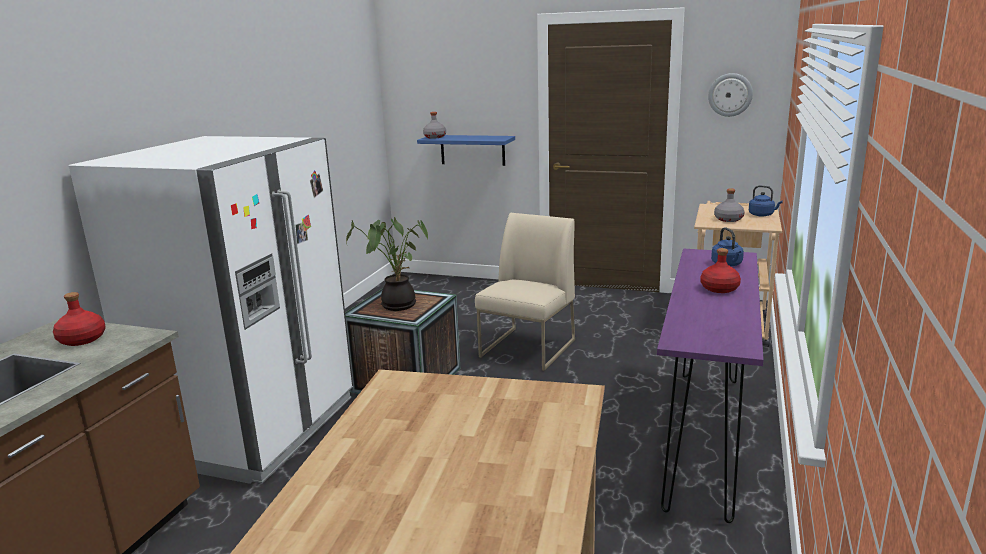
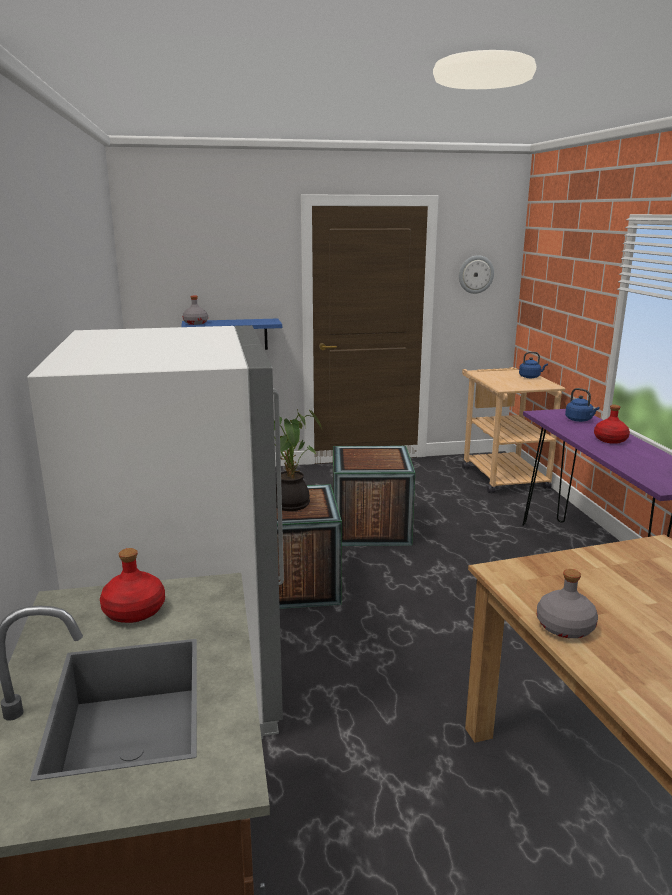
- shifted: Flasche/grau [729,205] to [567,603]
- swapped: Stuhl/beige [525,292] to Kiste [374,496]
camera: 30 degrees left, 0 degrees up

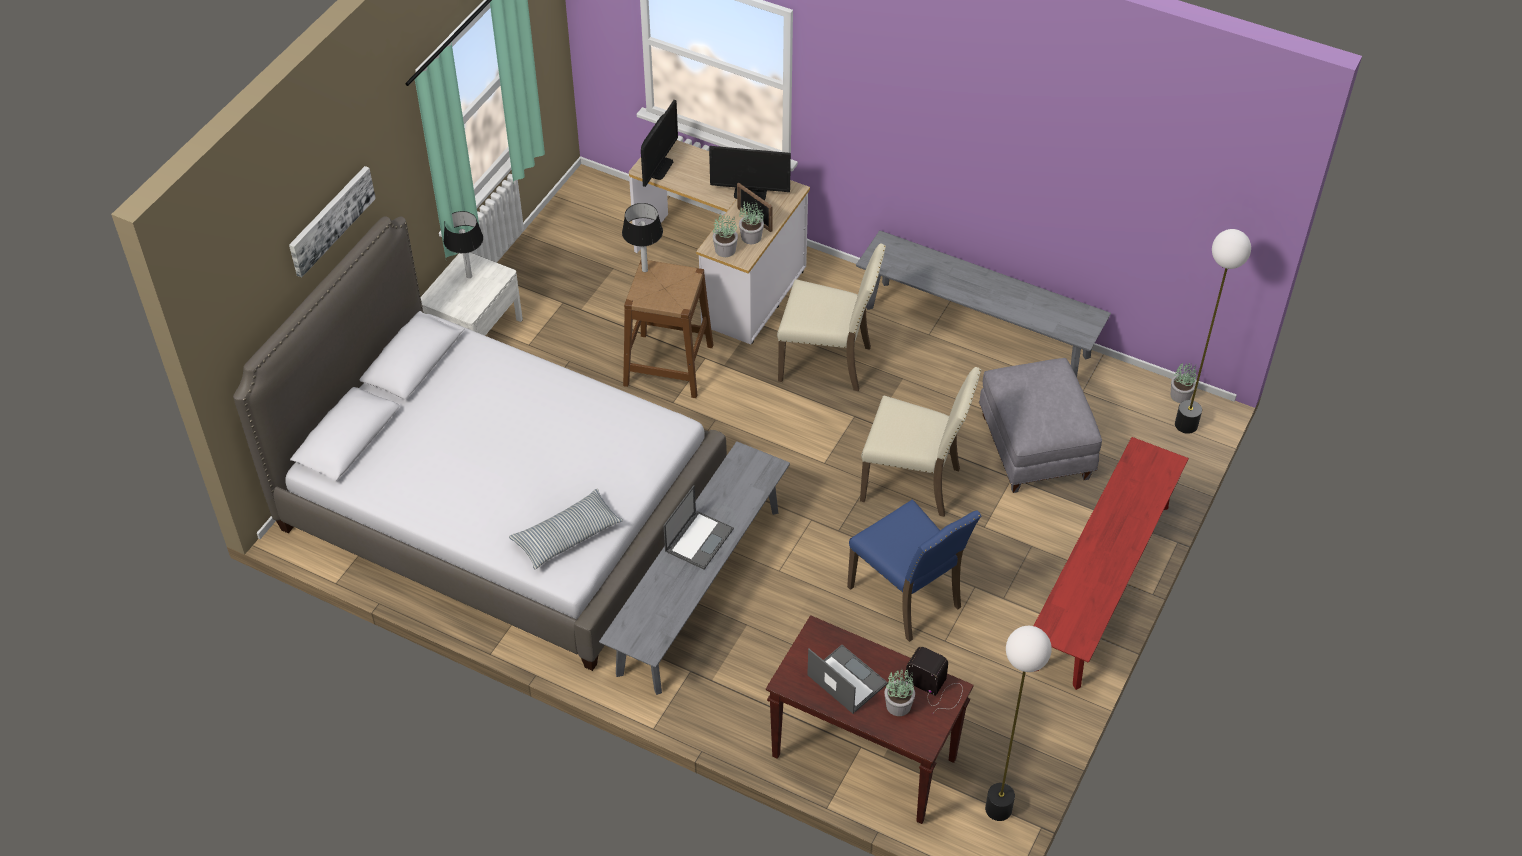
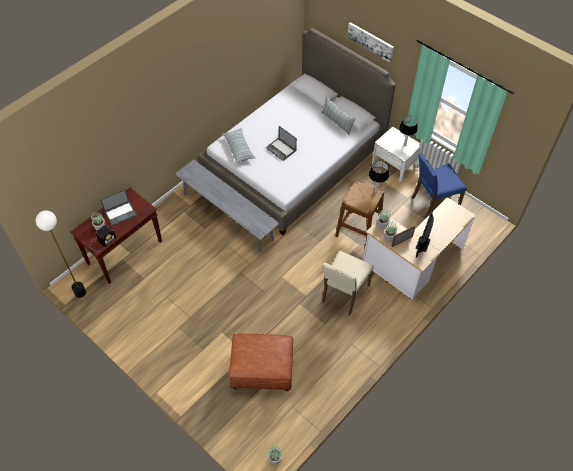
- gone: Monitor [659,143]
- gone: Bank/grau [983,303]
- gone: Stuhl/beige [920,442]
- gone: Bank/rot [1111,563]
- gone: Stehlampe [1213,331]
- new: Kissen [338,115]
- shifted: Laptop [698,527] to [281,143]
- shifted: Stuhl/blau [914,570] to [439,186]
- repainted: Polsterhocker/grau [1040,425] to Polsterhocker/braun [261,362]
camera: 105 degrees right, 5 degrees up

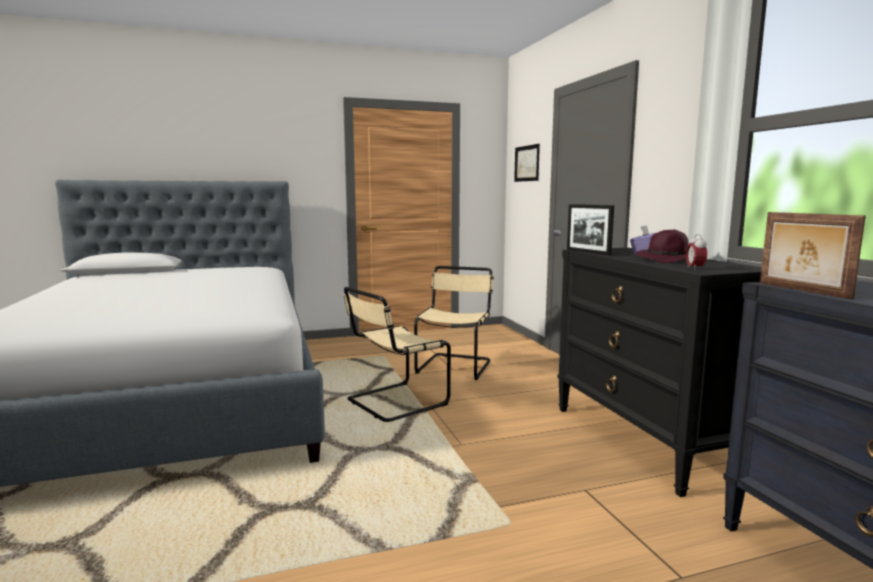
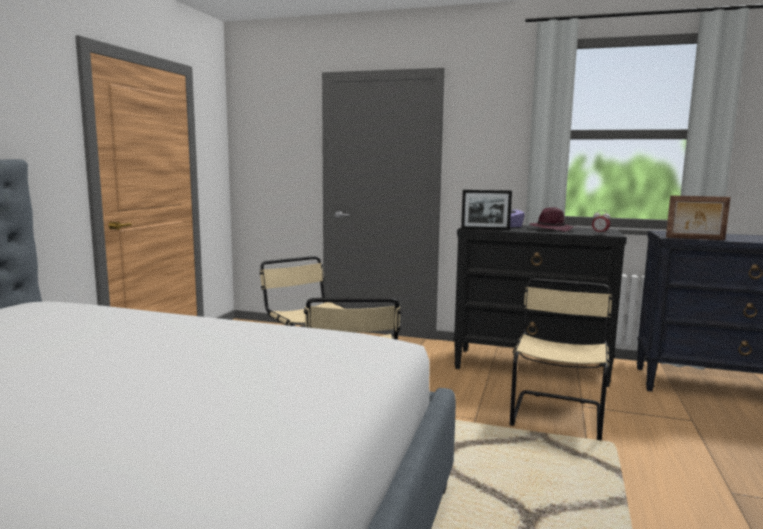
- gone: Bild [527,163]
- new: Stuhl/beige [561,359]
camera: 55 degrees left, 0 degrees up

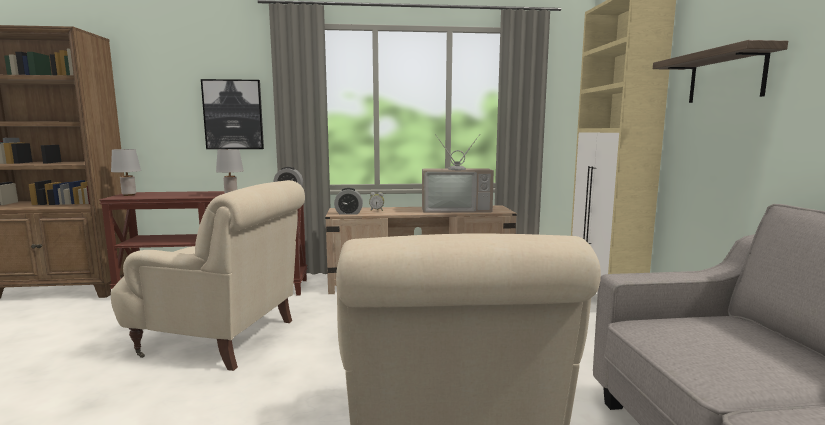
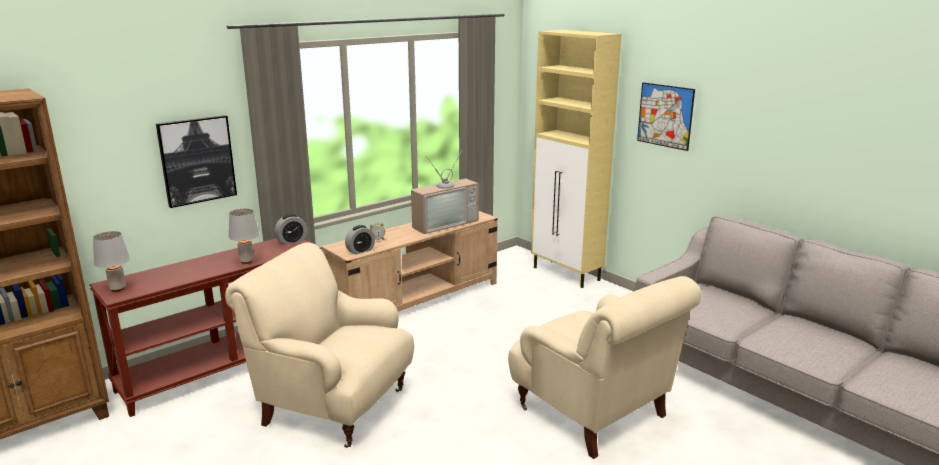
- swapped: Wandregal [720,71] to Bild [666,116]
- rotated: Sessel/beige [208,275] = [319,345] 135 degrees counterclockwise
camera: 35 degrees left, 10 degrees up

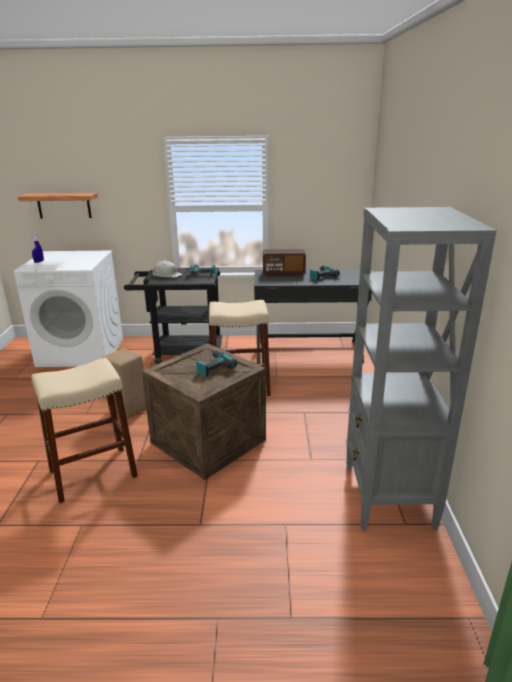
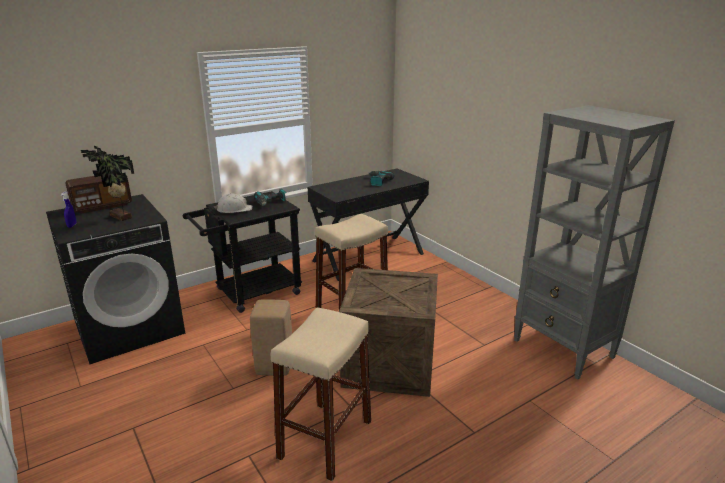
- gone: Wandregal [58,206]
- gone: Bohrmaschine [216,363]
- new: Topfpflanze [107,183]
- shifted: Radio [284,262] to [98,195]
- repainted: Waschmaschine/weiß [68,309] to Waschmaschine/schwarz [115,279]
camera: 35 degrees left, 0 degrees up

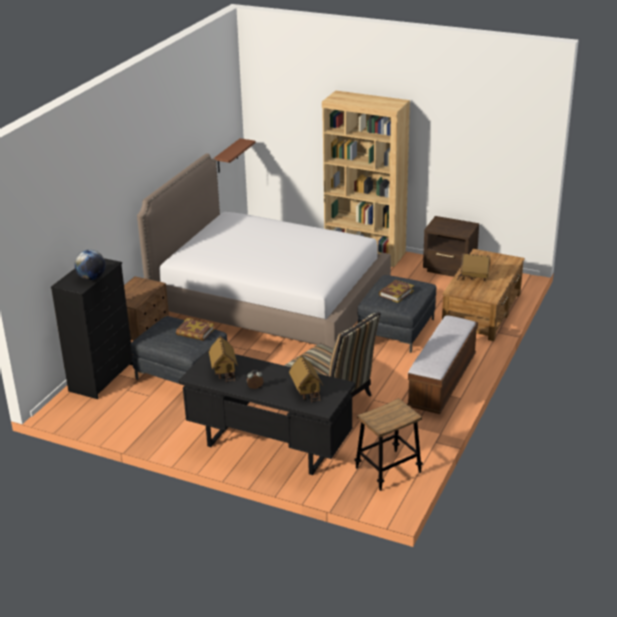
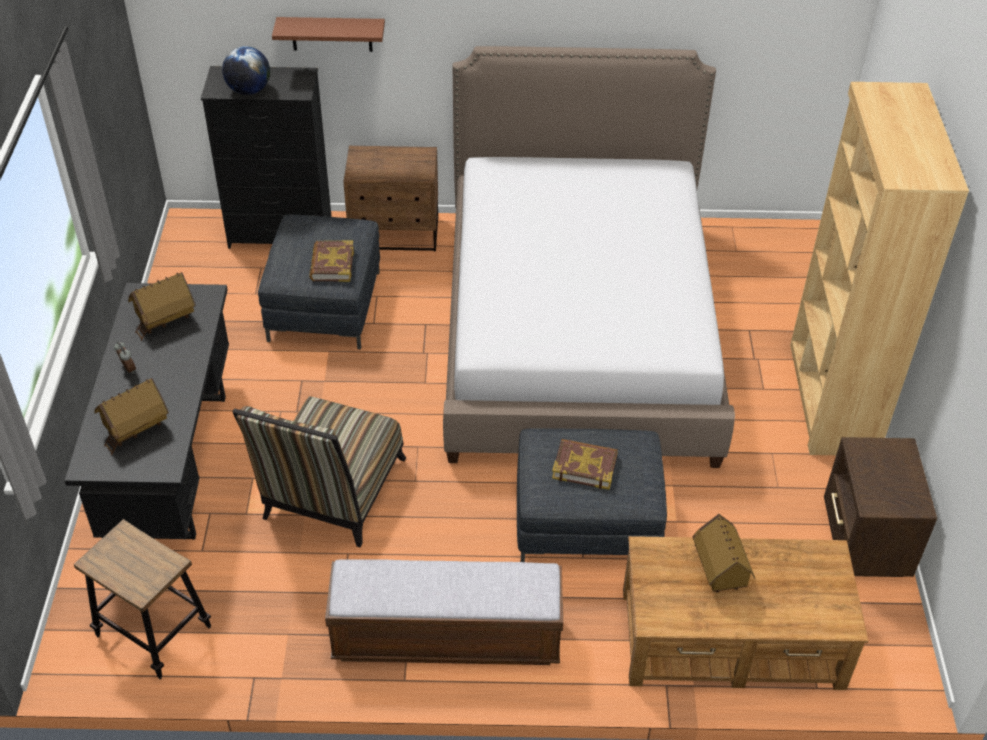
- shifted: Wandregal/braun [235,155] to [328,34]
camera: 65 degrees right, 15 degrees up

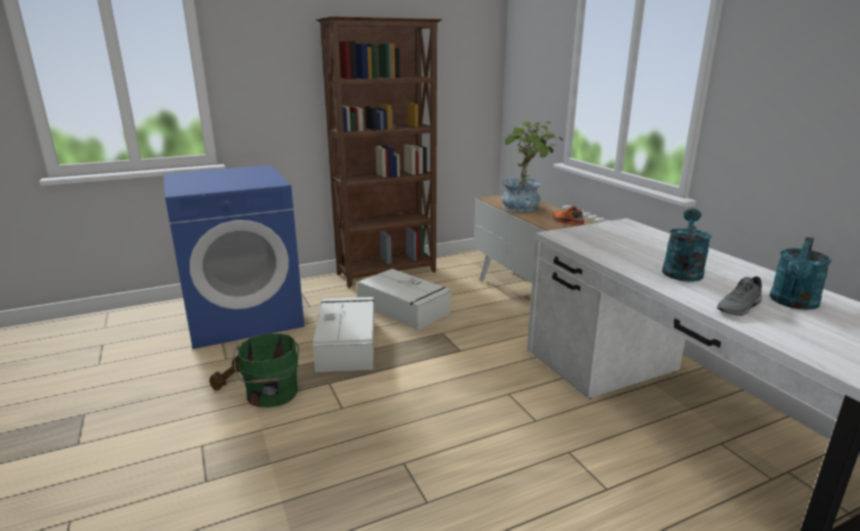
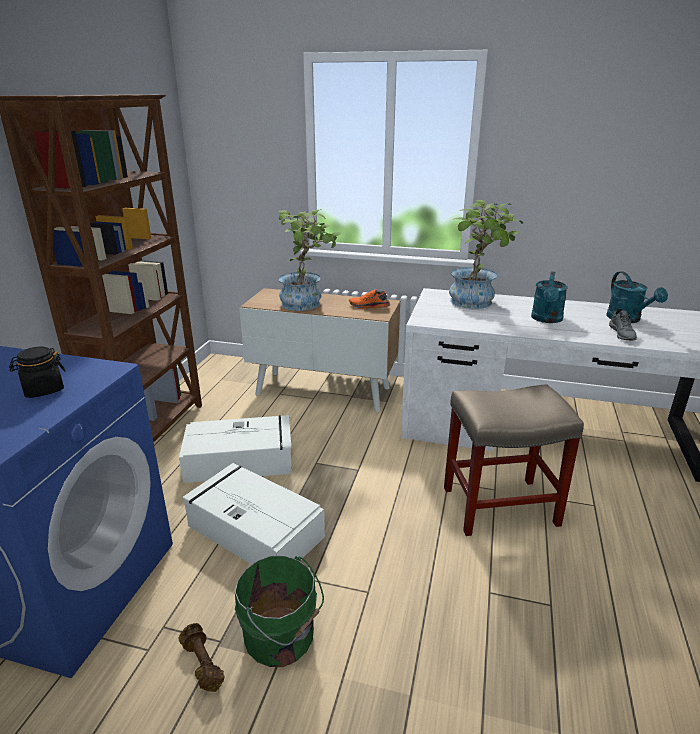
- new: Vorratsglas/schwarz [37,372]
- new: Hocker/beige [514,460]
- new: Topfpflanze [486,254]
- rotated: Gießkanne/türkis [686,245] = [549,297] 135 degrees counterclockwise
camera: 50 degrees left, 5 degrees up

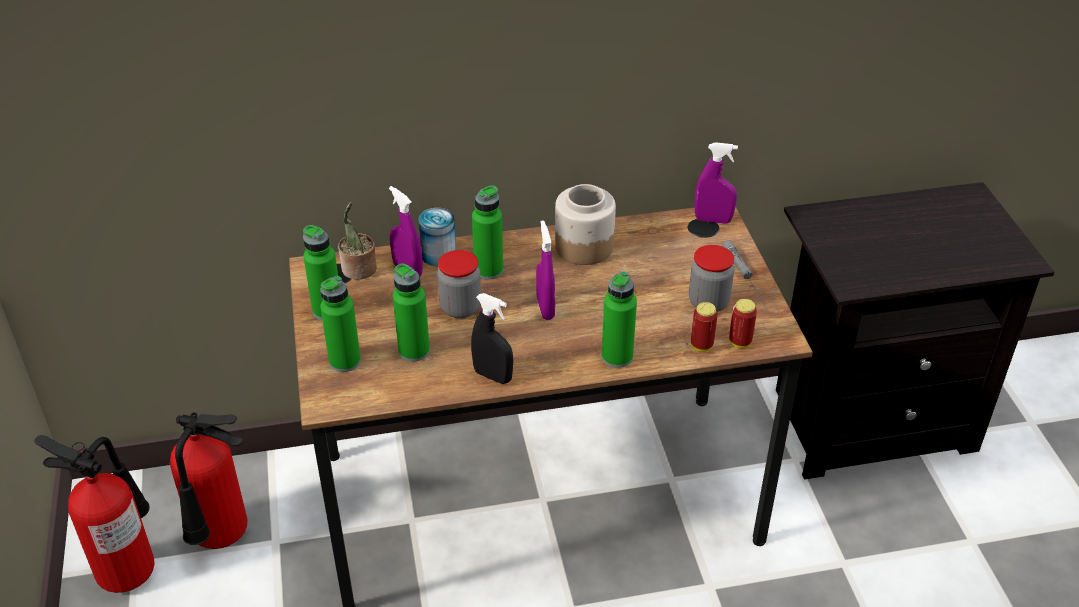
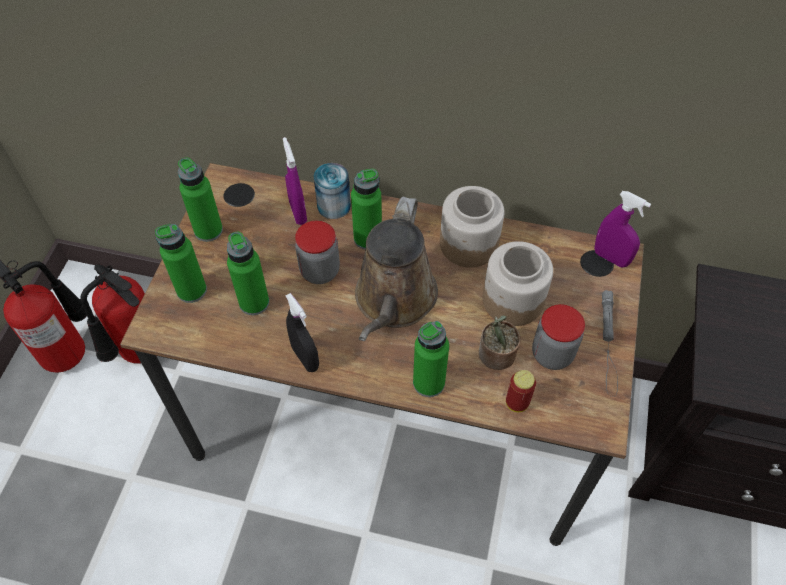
- gone: Dose [743,323]
- new: Vorratsglas [518,283]
- shifted: Topfpflanze [357,241] to [500,342]
- swapped: Sprühflasche/lila [545,270] to Gießkanne/braun [396,269]
camera: 25 degrees right, 15 degrees up

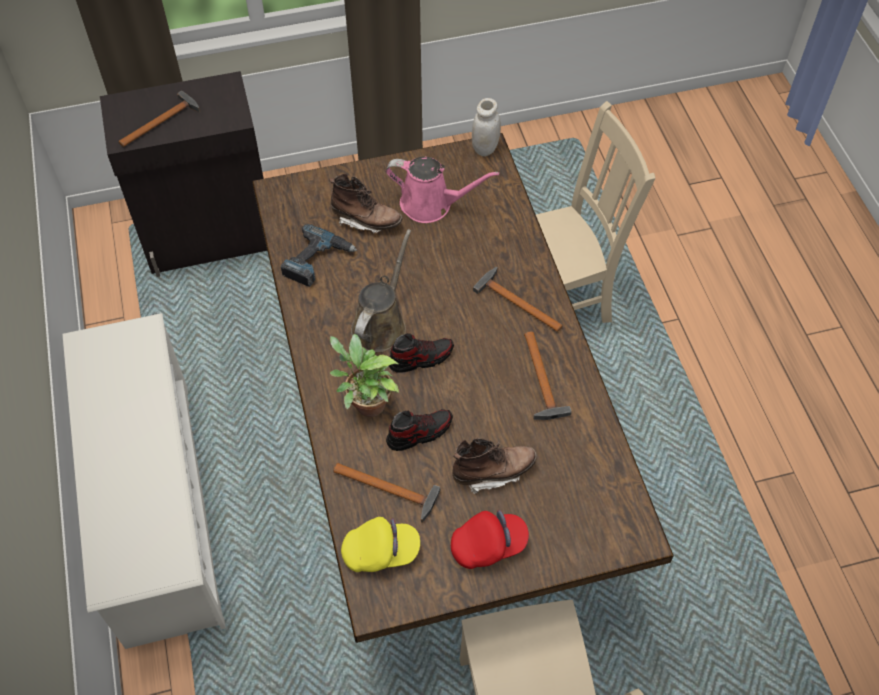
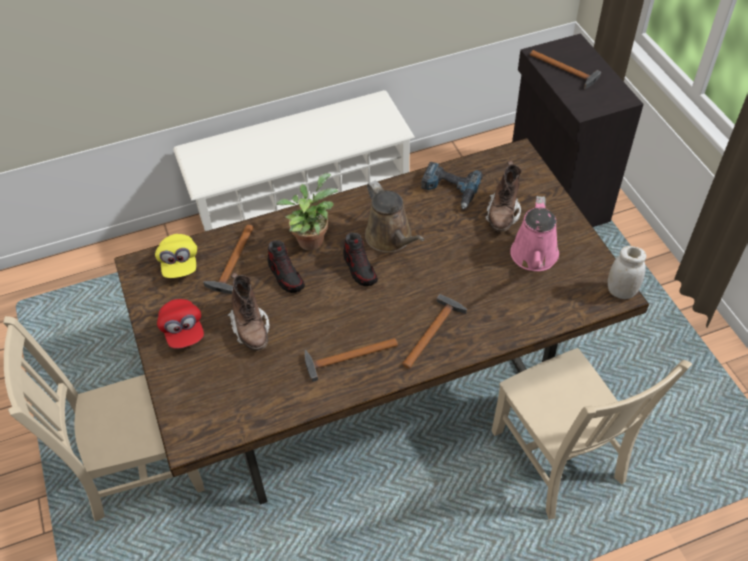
- rotated: Gießkanne/braun [381,291] = [395,217] 45 degrees clockwise
camera: 85 degrees right, 5 degrees down

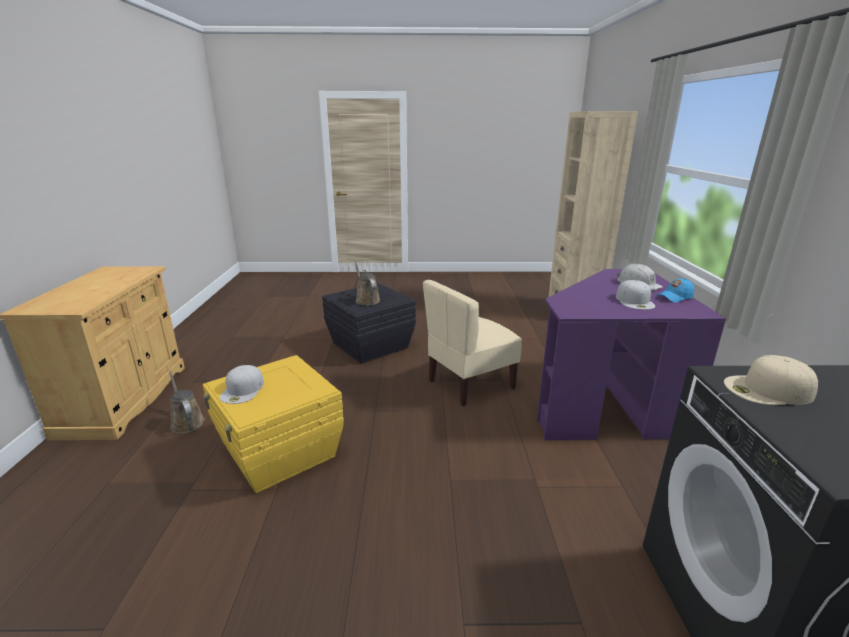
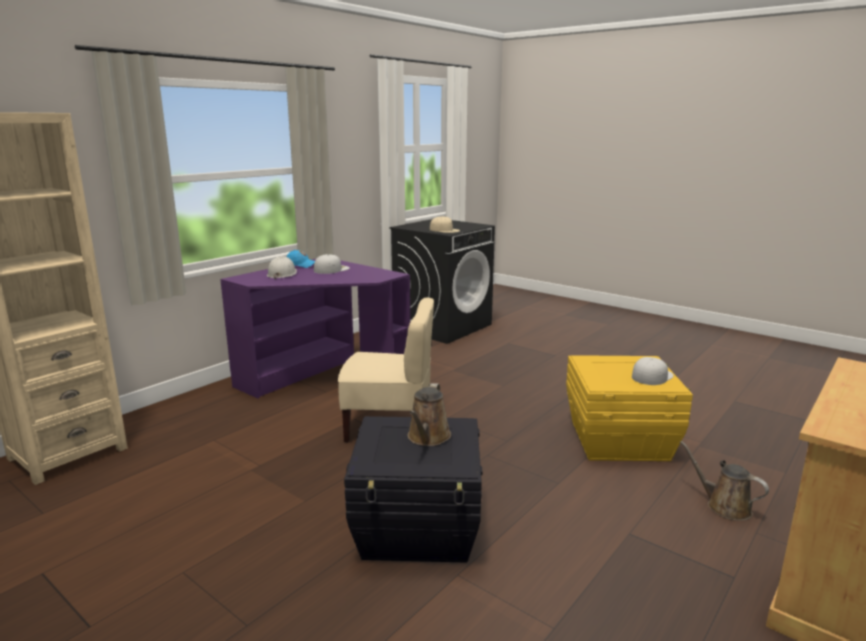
- rotated: Gießkanne/braun [187,402] = [724,481] 135 degrees clockwise
camera: 140 degrees left, 5 degrees down

